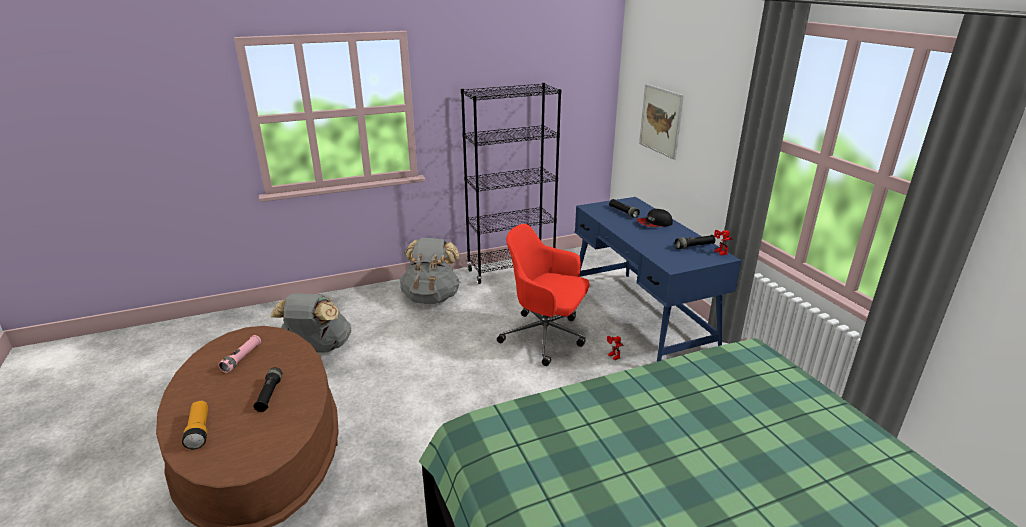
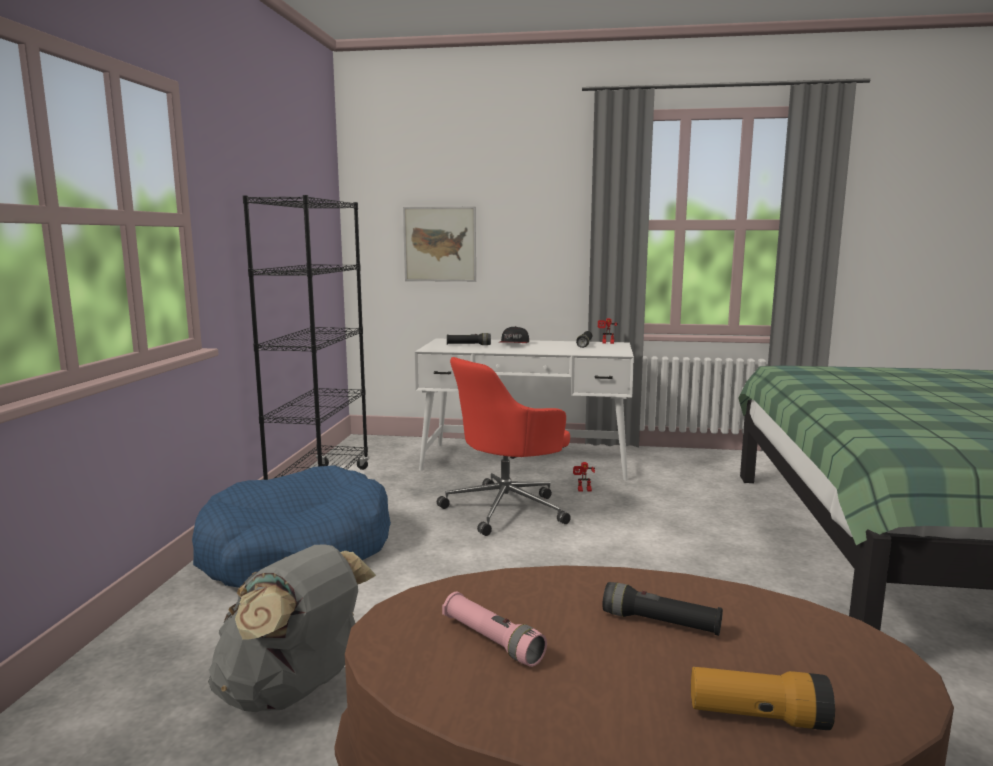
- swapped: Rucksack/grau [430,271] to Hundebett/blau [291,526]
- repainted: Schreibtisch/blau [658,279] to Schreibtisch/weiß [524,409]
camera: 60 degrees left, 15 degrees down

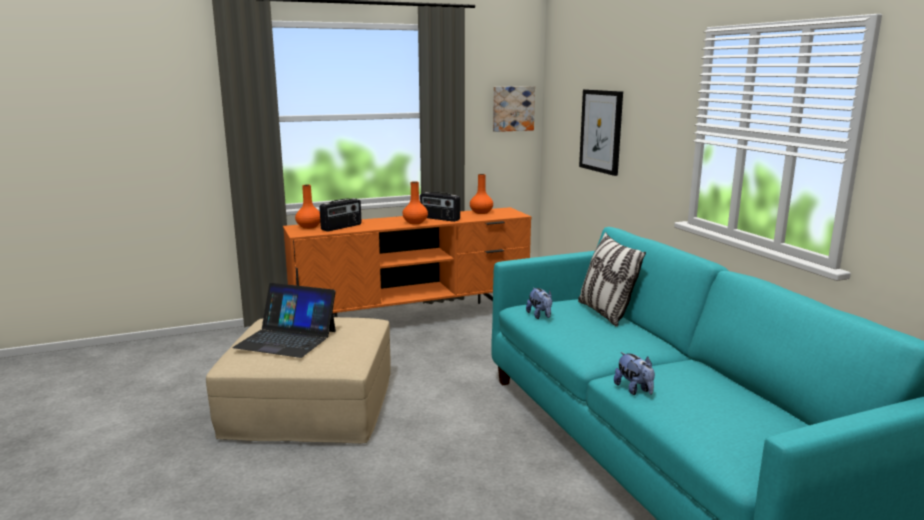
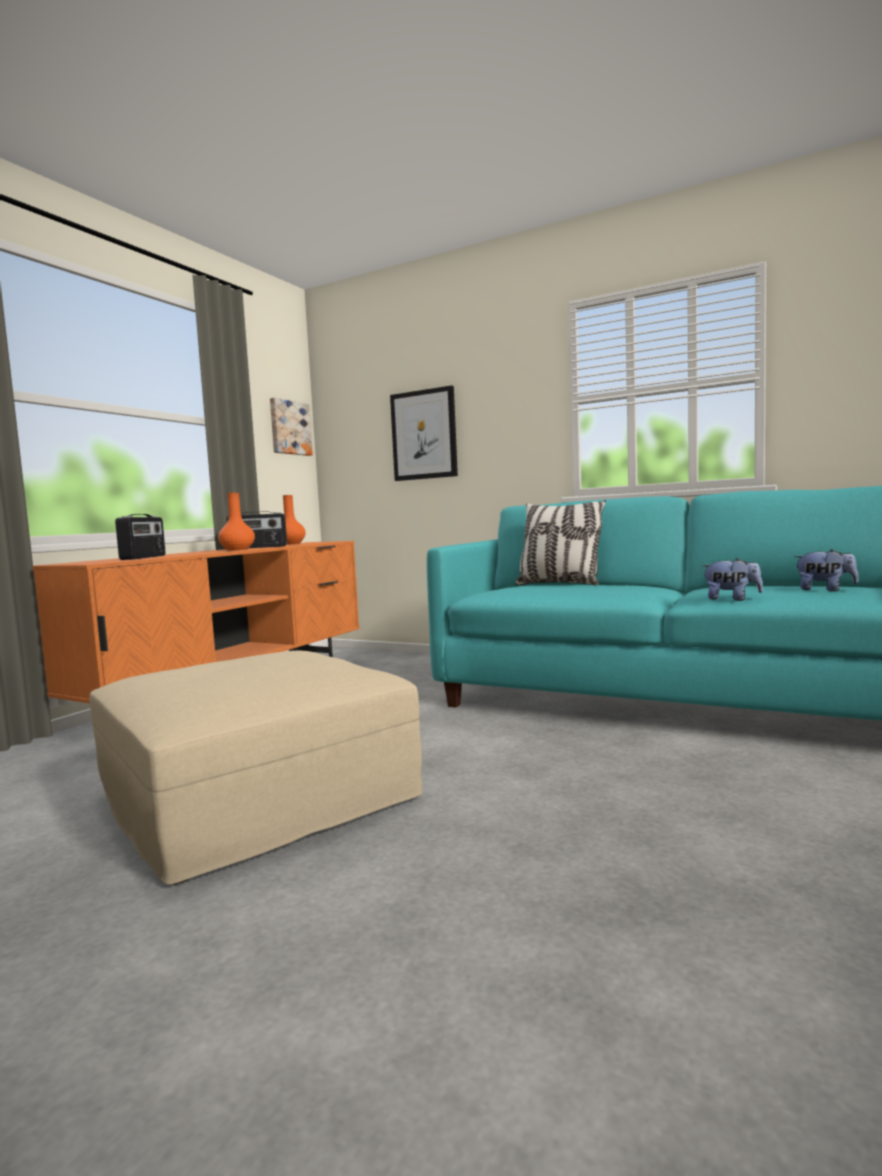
- gone: Laptop [284,320]
- gone: Vase/orange [307,207]
- shifted: Plüschtier [539,303] to [826,570]
camera: 40 degrees left, 10 degrees down

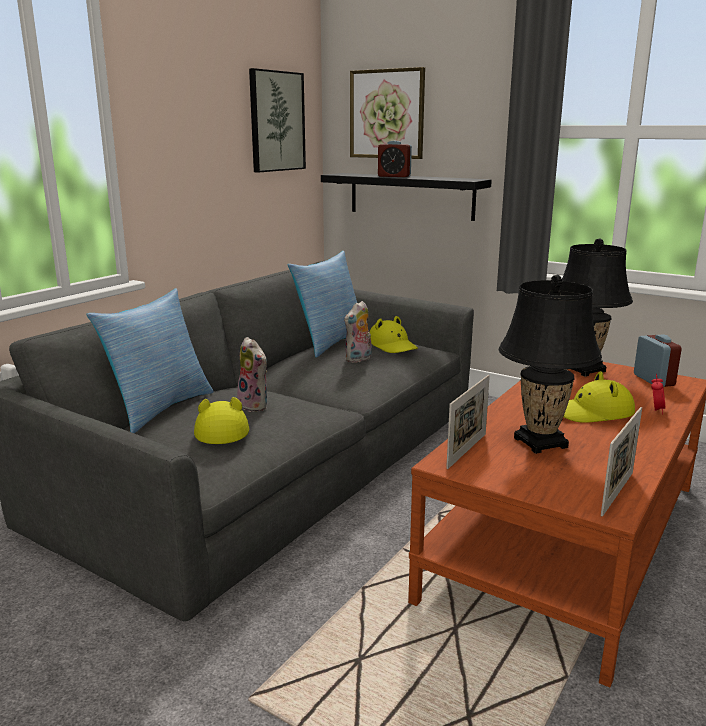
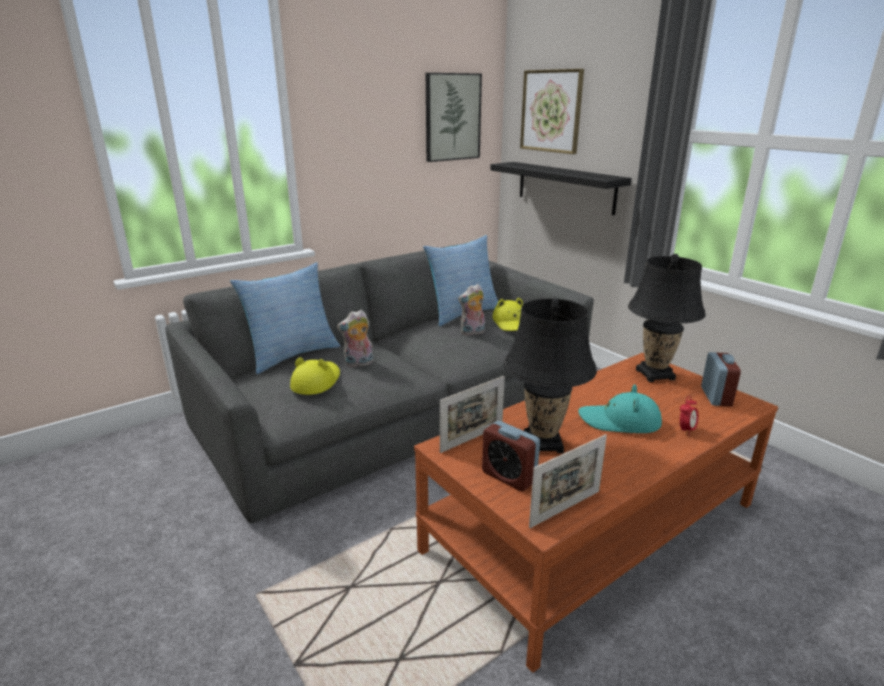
- shifted: Wecker [395,159] to [511,456]
- repainted: Hut/gelb [599,397] to Hut/türkis [620,408]
- rotated: Plüschtier [252,374] = [355,338] 90 degrees clockwise
camera: 20 degrees right, 5 degrees up

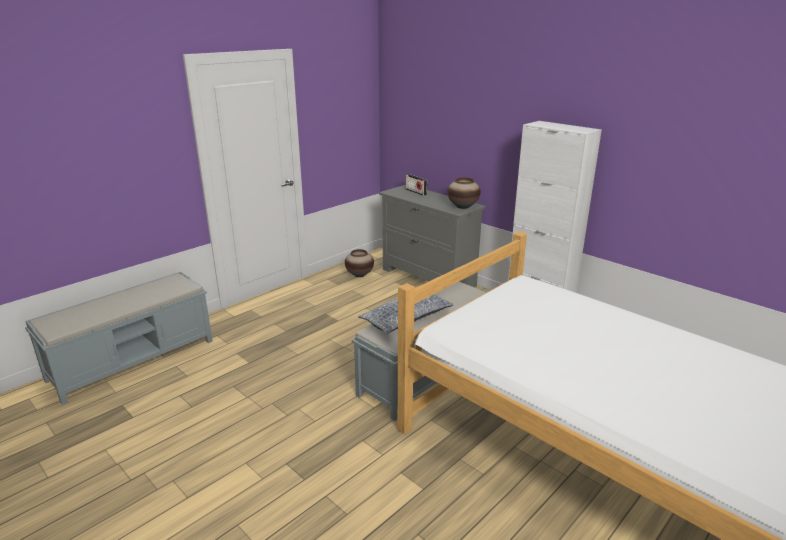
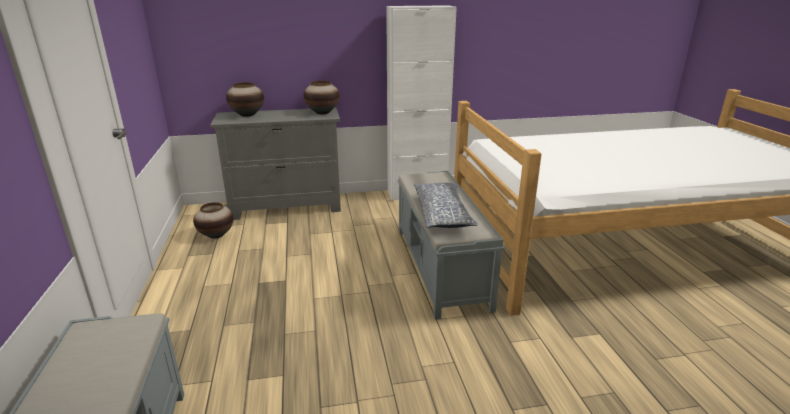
- swapped: Radio [416,185] to Vase [245,99]
camera: 55 degrees left, 0 degrees up

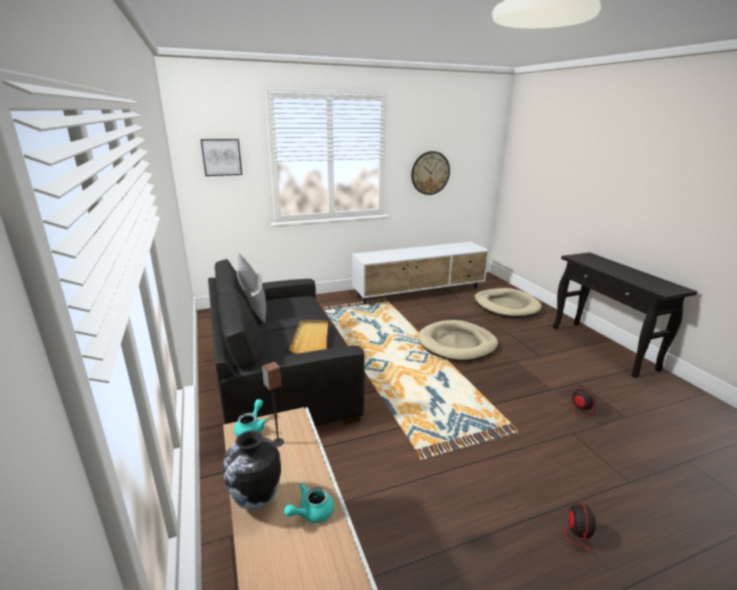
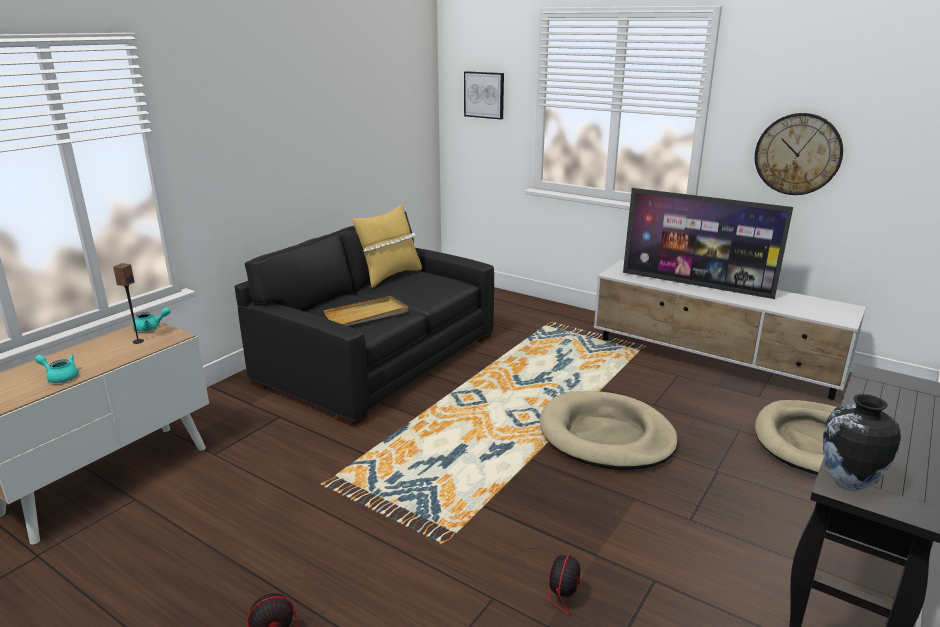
- new: Fernseher [708,243]
- shifted: Vase [252,471] to [862,442]
- repainted: Kissen/grau [251,288] to Kissen/gelb [387,246]
camera: 55 degrees right, 0 degrees up

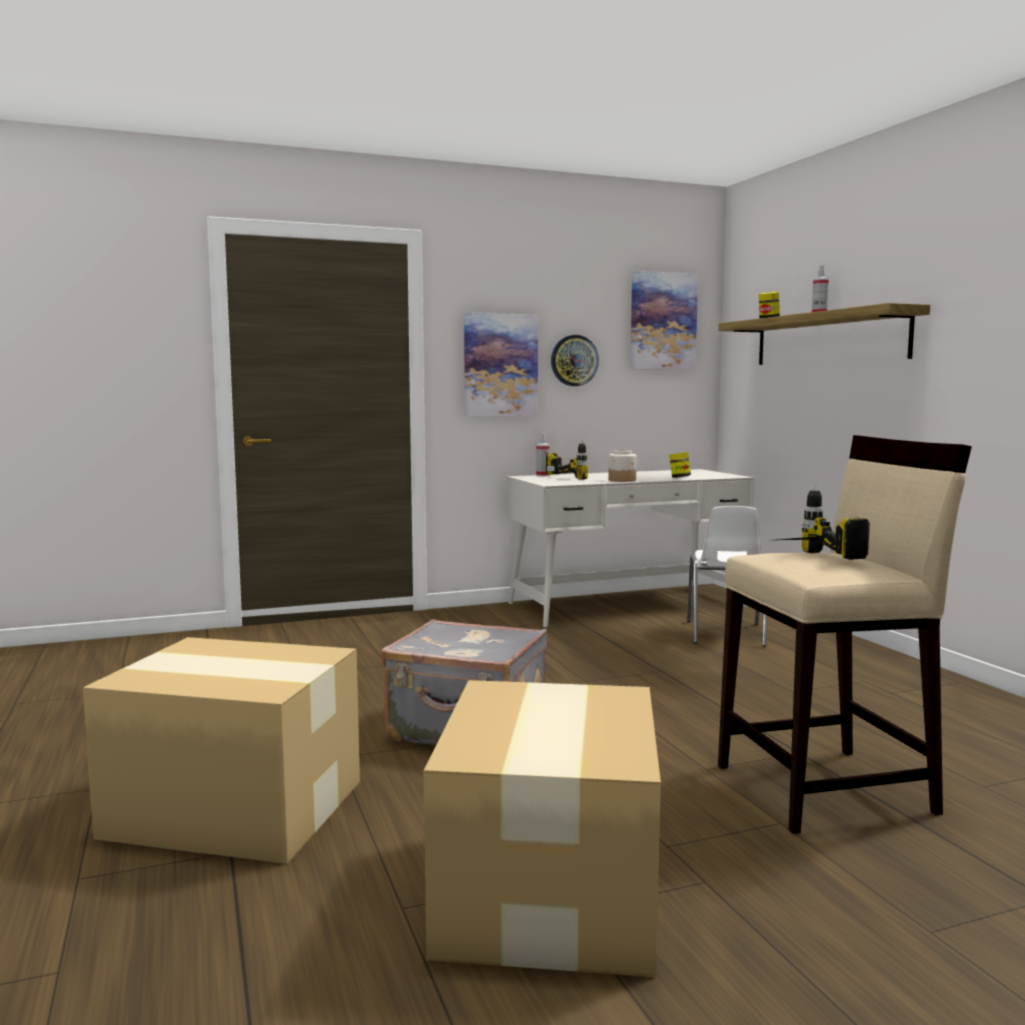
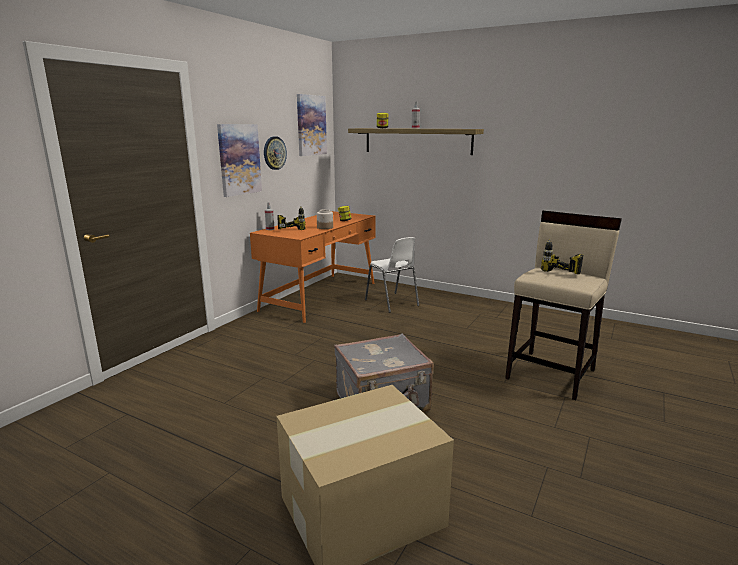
- gone: Karton [542,828]
- repainted: Schreibtisch/weiß [631,548] to Schreibtisch/orange [313,267]
camera: 40 degrees left, 10 degrees up

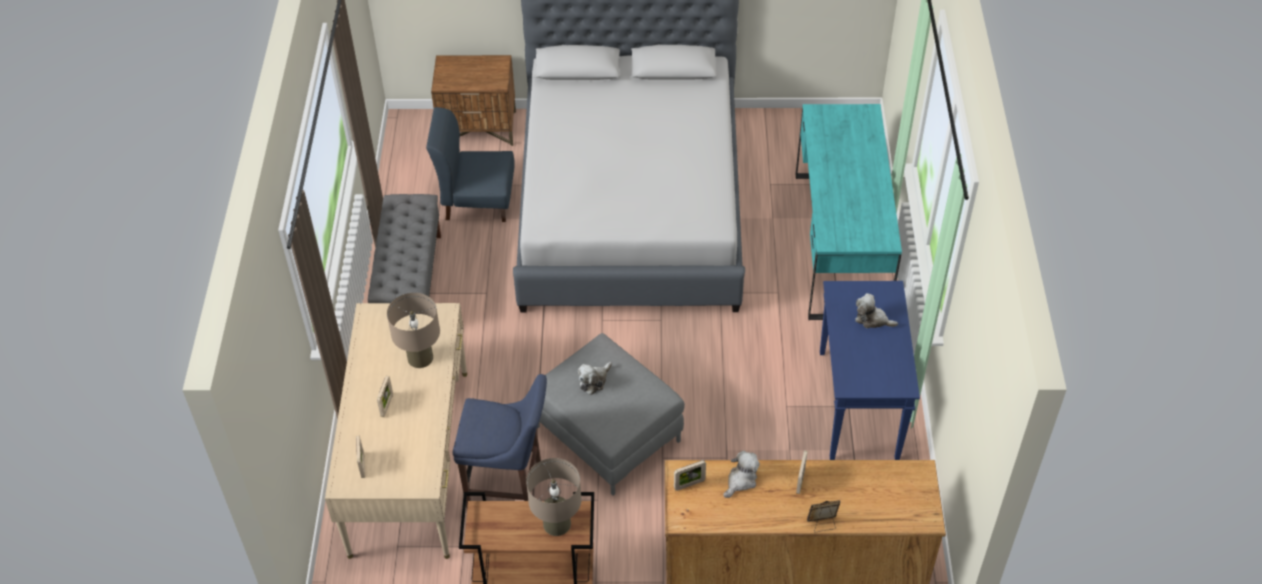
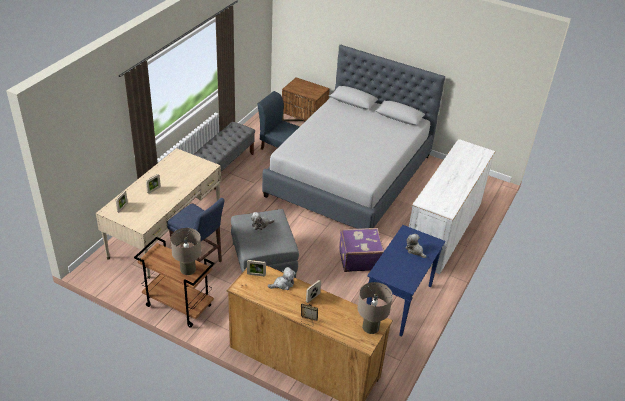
- new: Koffer/lila [361,250]
- shifted: Tischlampe/beige [413,330] to [375,308]
- swapped: Schreibtisch/türkis [849,212] to Kommode/weiß [452,206]
camera: 25 degrees right, 10 degrees down

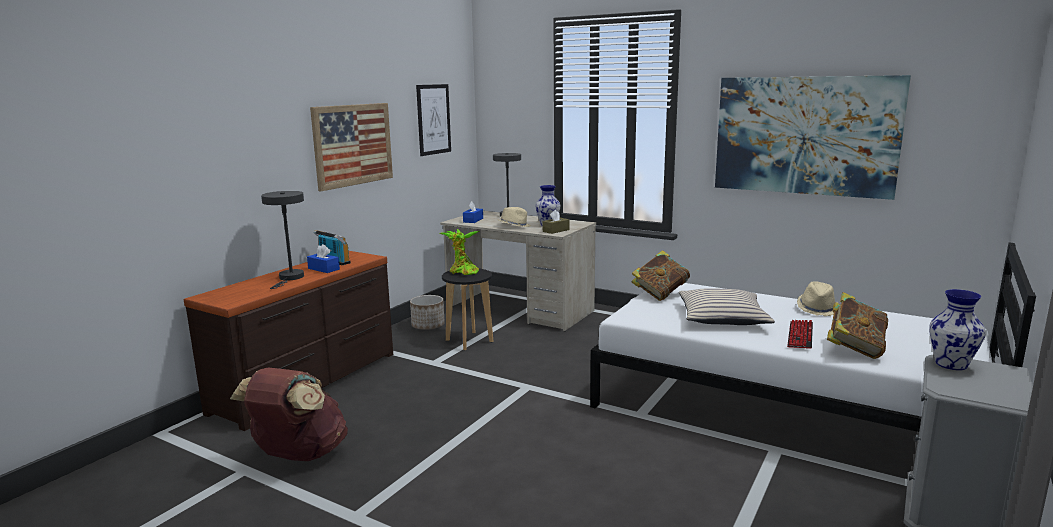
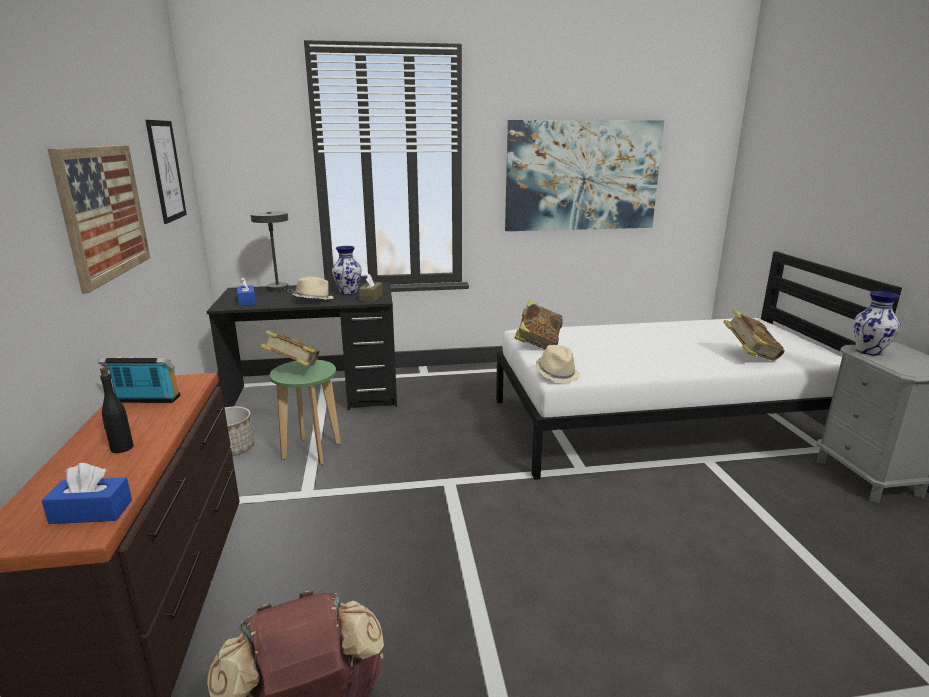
- gone: Kissen/beige [727,306]
- gone: Tastatur [800,334]
- shifted: Taschentuchbox/blau [323,258] to [86,493]
- shifted: Hut/beige [817,298] to [558,364]
- swapped: Tischlampe/grau [282,240] to Flasche/schwarz [117,410]
- swapped: Topfpflanze [460,252] to Buch [289,348]
- repainted: Schreibtisch/beige [518,271] to Schreibtisch/schwarz [302,346]
- repainted: Hocker/schwarz [467,310] to Hocker/grün [305,412]
camera: 40 degrees left, 5 degrees up

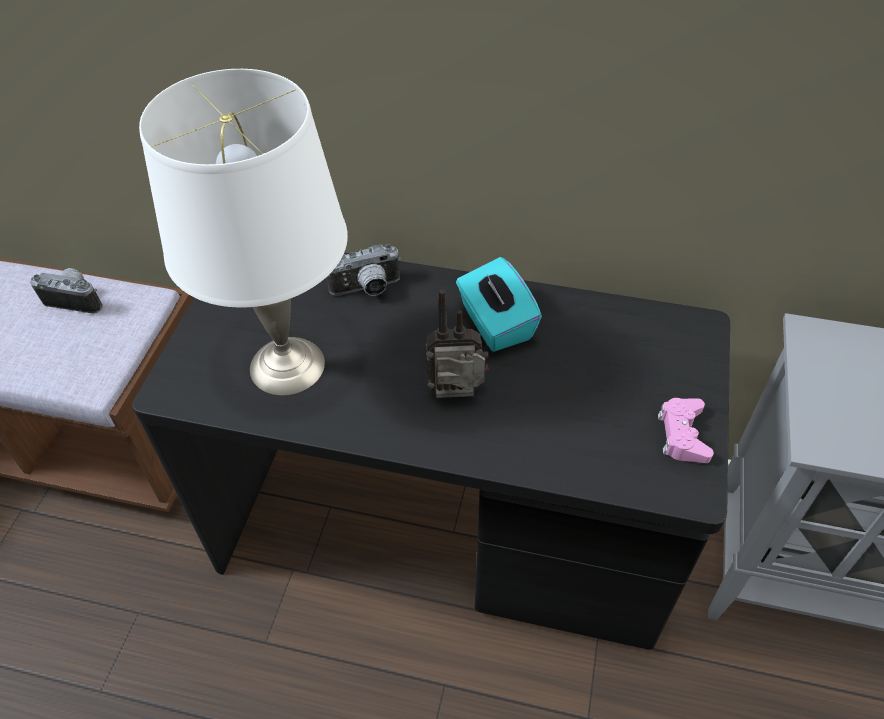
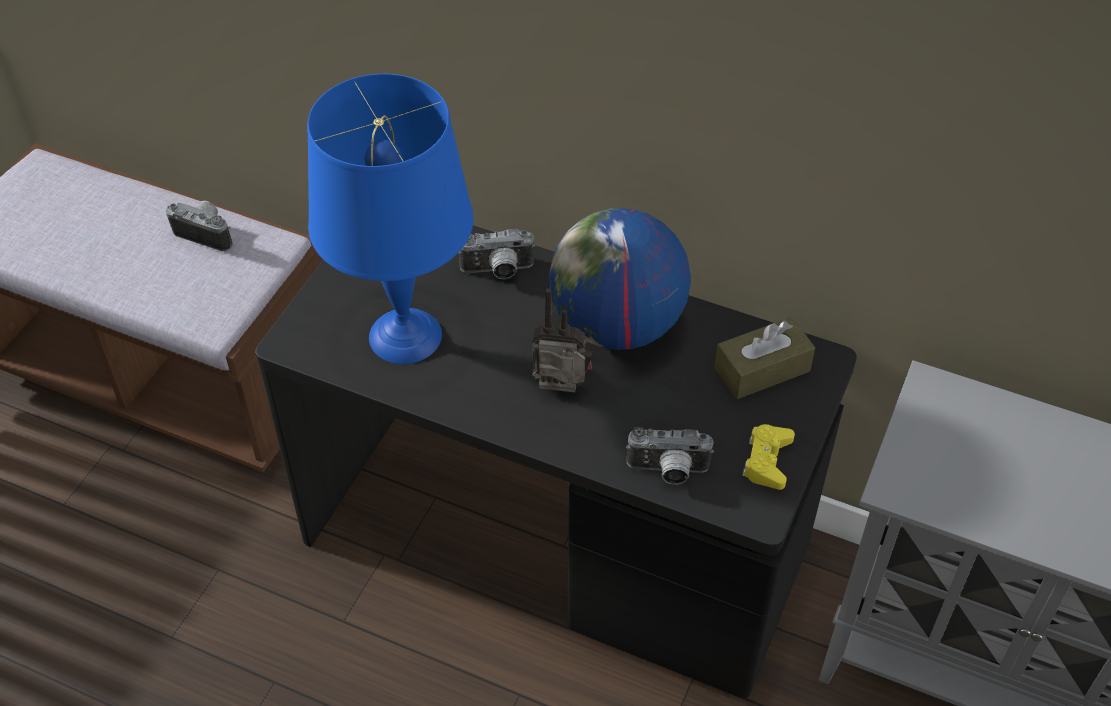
- new: Kamera [670,456]
- new: Taschentuchbox/braun [764,358]
- swapped: Taschentuchbox/türkis [499,304] to Globus [620,279]
- repainted: Tischlampe/weiß [243,232] to Tischlampe/blau [390,219]
- repainted: Gamepad/rosa [686,430] to Gamepad/gelb [768,457]
camera: 10 degrees right, 0 degrees up

